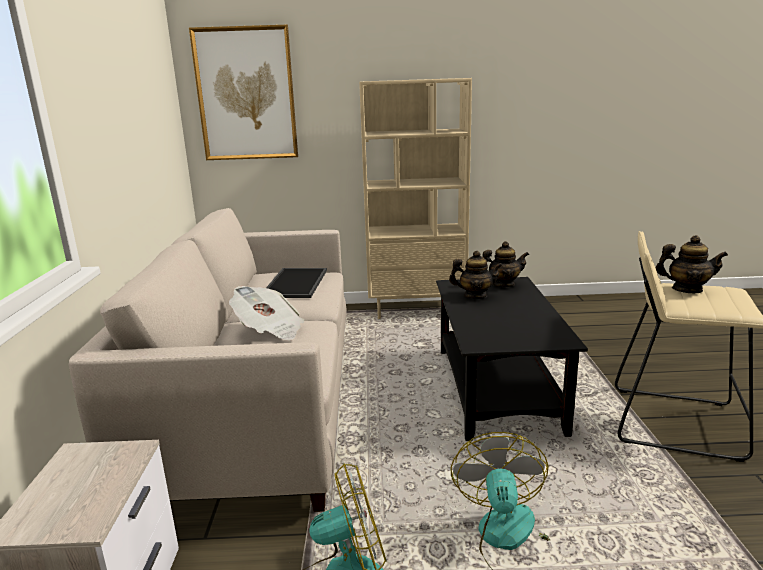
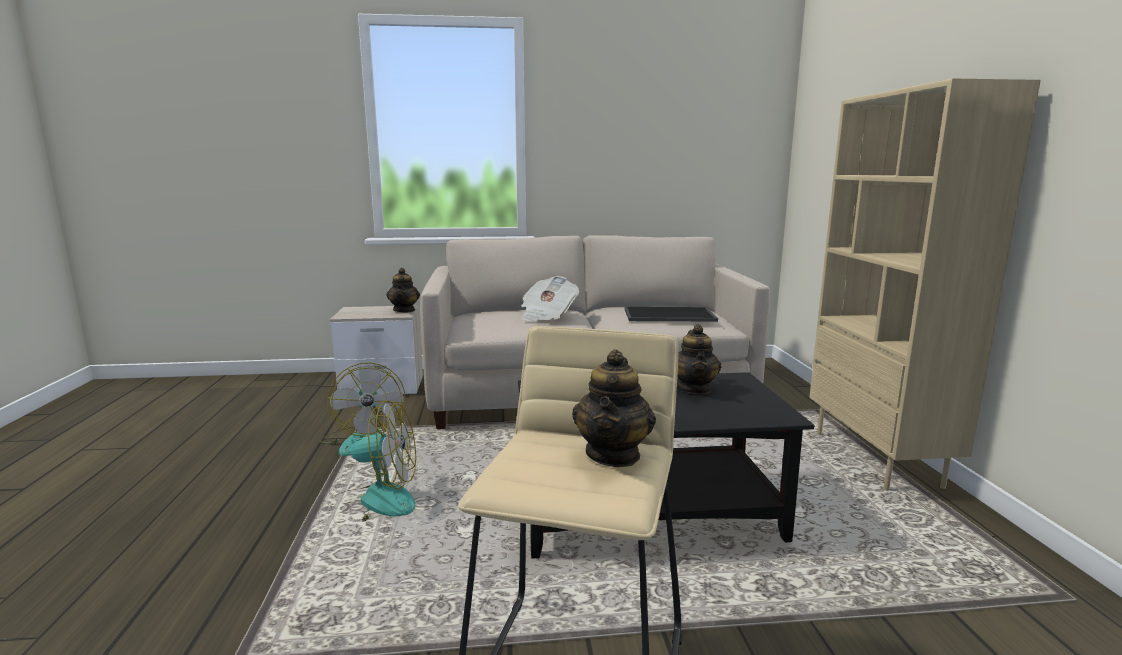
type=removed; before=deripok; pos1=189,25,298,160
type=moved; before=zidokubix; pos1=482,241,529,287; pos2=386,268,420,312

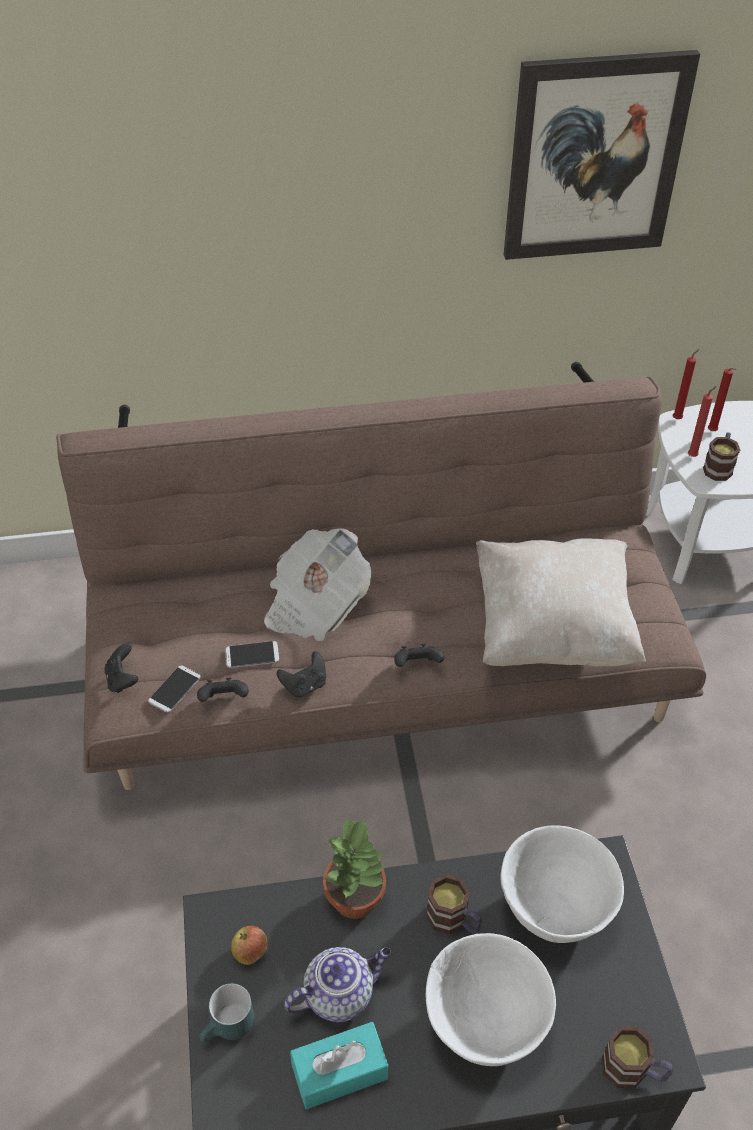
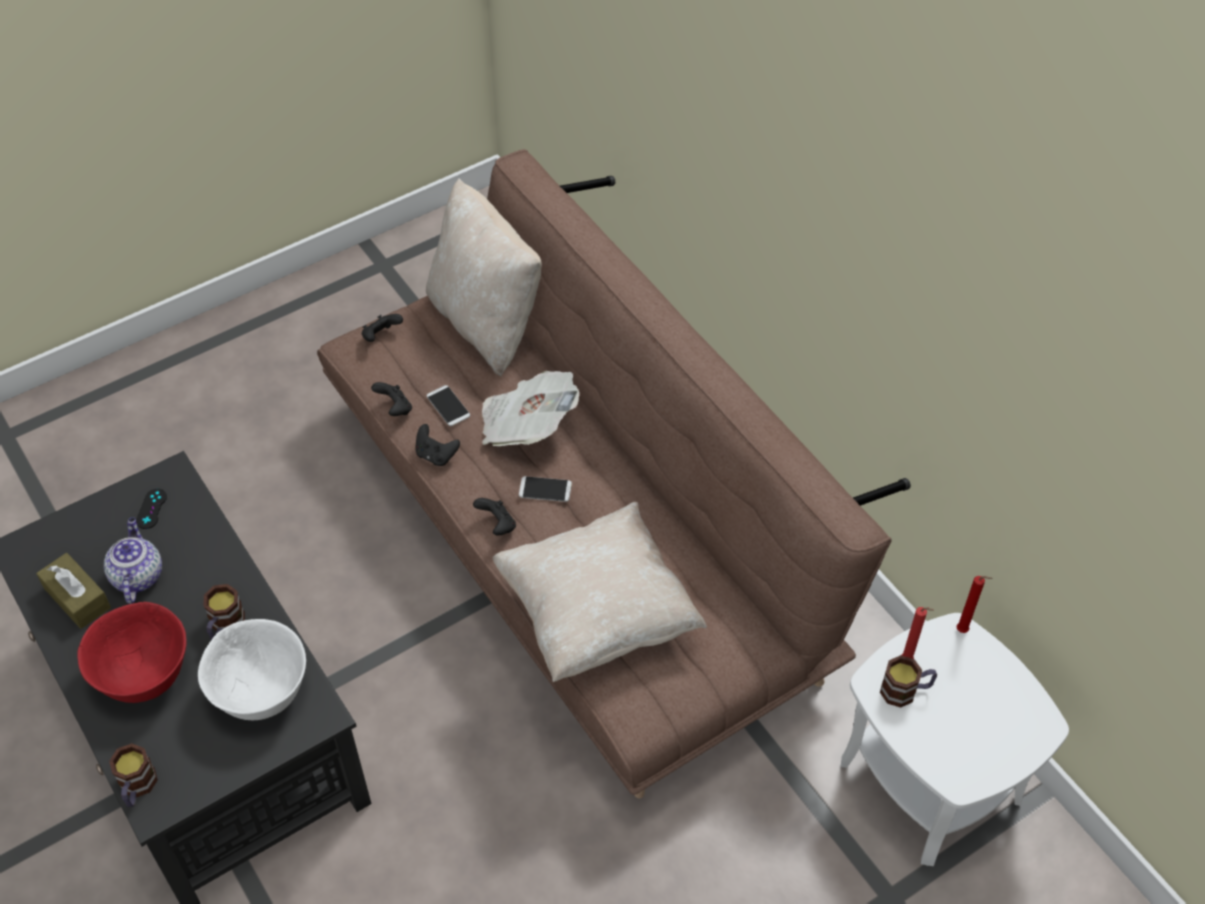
type=removed; before=deripok; pos1=504,50,700,260
type=removed; before=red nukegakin; pos1=708,368,737,431
type=moved; before=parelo; pos1=148,665,200,713; pos2=519,476,572,502
type=removed; before=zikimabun; pos1=323,816,387,919
type=replaced; before=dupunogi; after=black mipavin; pos1=231,926,268,965; pos2=136,489,167,529
type=recoloured; before=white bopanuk; after=red bopanuk; pos1=426,933,556,1066; pos2=77,602,187,703
type=turned; before=zidokubix; pos1=284,947,391,1022; pos2=104,517,162,604; turn=-135
type=removed; before=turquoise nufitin; pos1=199,983,254,1043
type=recoloured; before=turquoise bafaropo; after=brown bafaropo; pos1=290,1022,389,1109; pos2=36,553,111,629
type=added; after=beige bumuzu; pos2=426,178,542,376

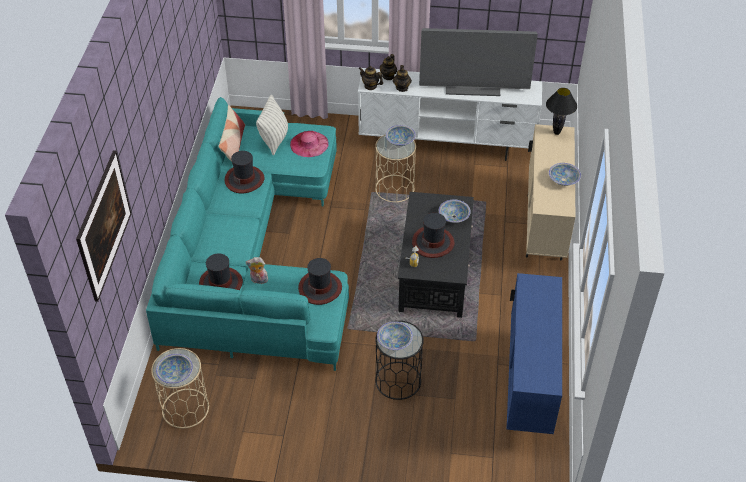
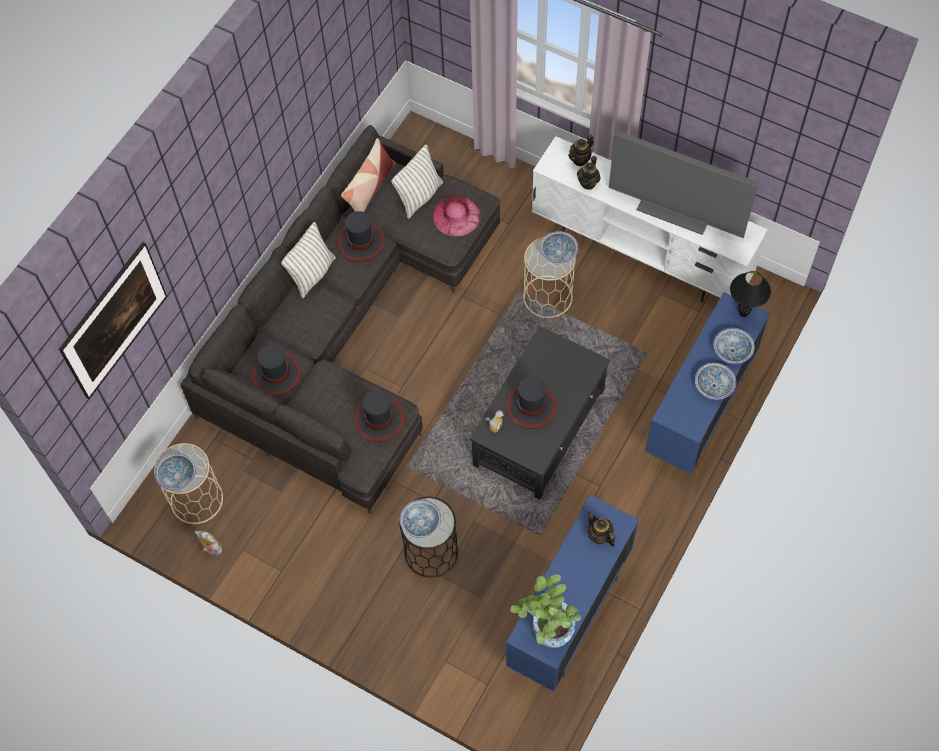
type=moved; before=zidokubix; pos1=359,66,383,90; pos2=588,511,615,547
type=recoloured; before=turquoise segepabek; after=grey segepabek; pos1=146,97,349,371; pos2=180,125,500,514
type=recoloured; before=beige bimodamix; after=blue bimodamix; pos1=526,124,575,260; pos2=645,292,770,474
type=moved; before=bopanuk; pos1=439,199,471,223; pos2=713,328,754,364
type=moved; before=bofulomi; pos1=246,257,268,284; pos2=194,530,222,556
type=added; after=bumuzu; pos2=281,222,336,298
type=added; after=zikimabun; pos2=510,574,581,648

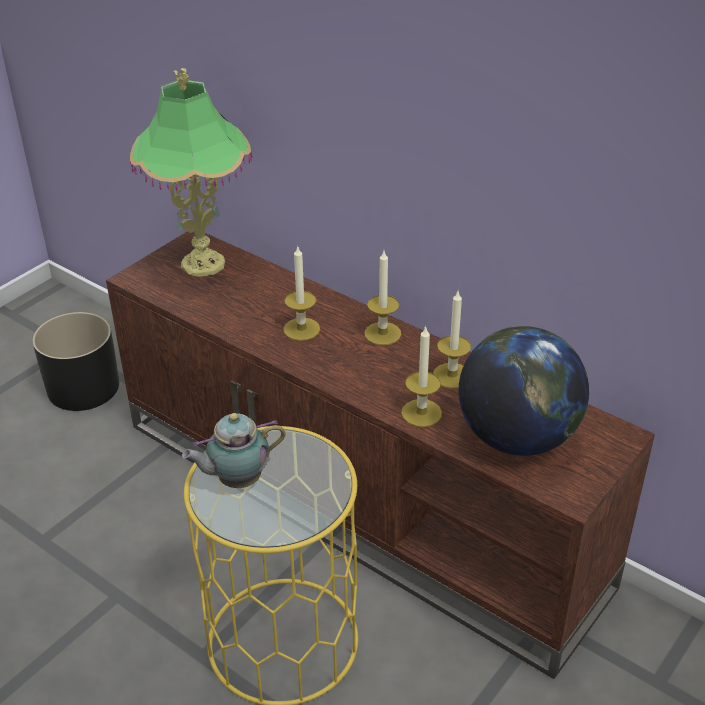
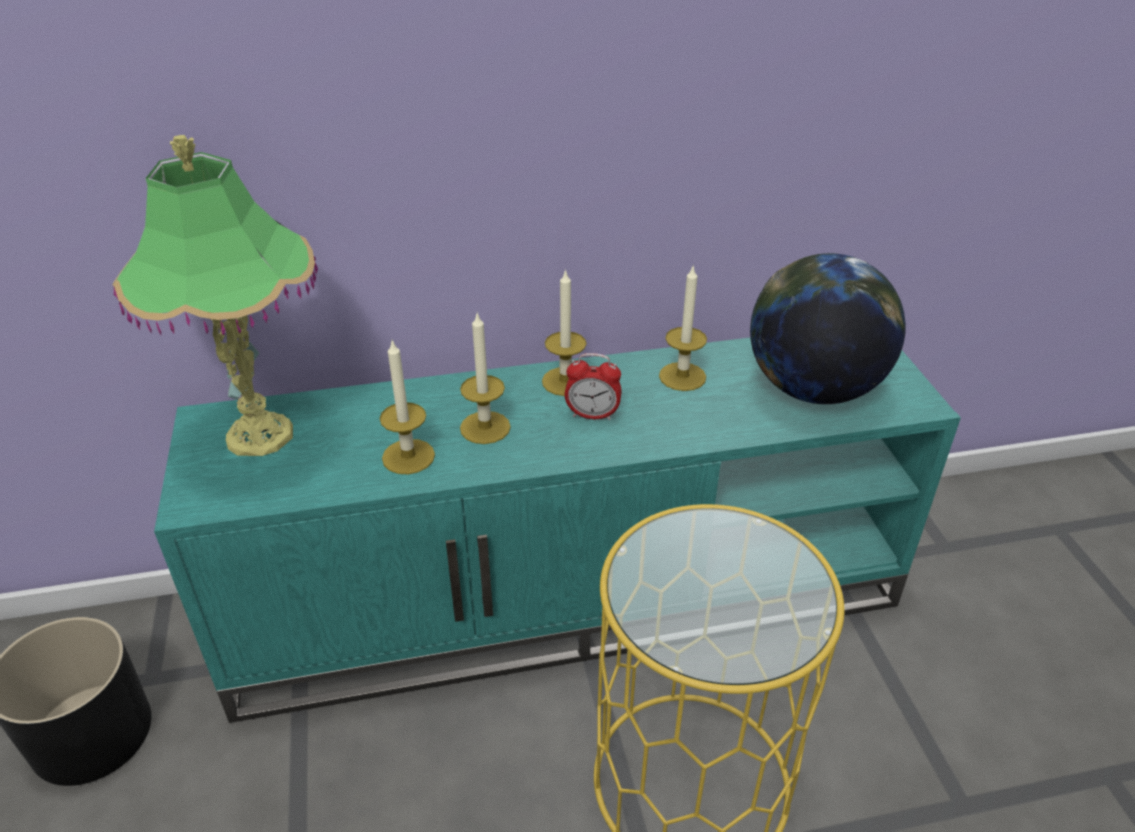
type=recoloured; before=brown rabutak; after=turquoise rabutak; pos1=106,231,655,679; pos2=154,338,961,723
type=moved; before=nukegakin; pos1=401,326,442,427; pos2=380,339,435,474
type=removed; before=zidokubix; pos1=182,413,286,488
type=added; after=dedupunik; pos2=565,353,622,420

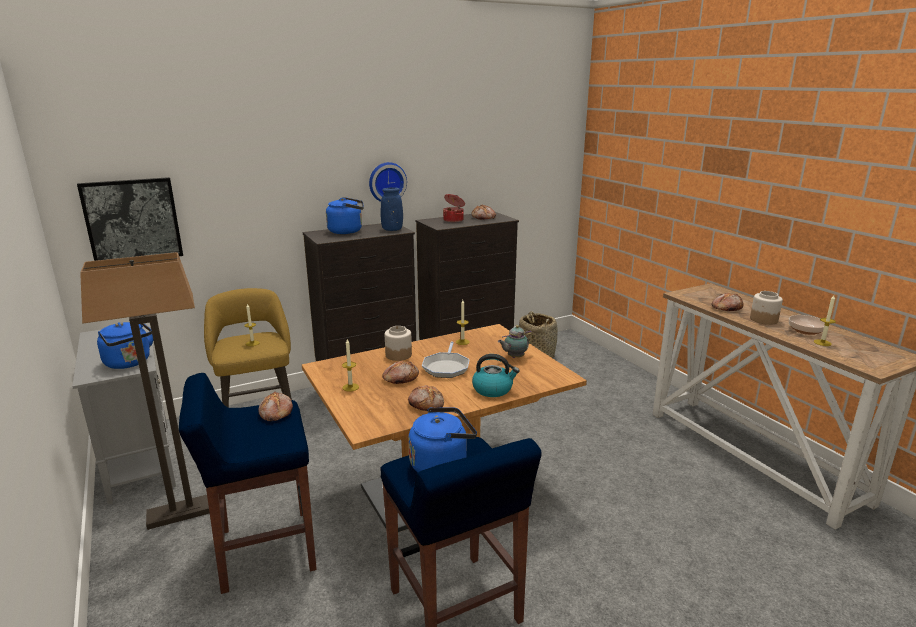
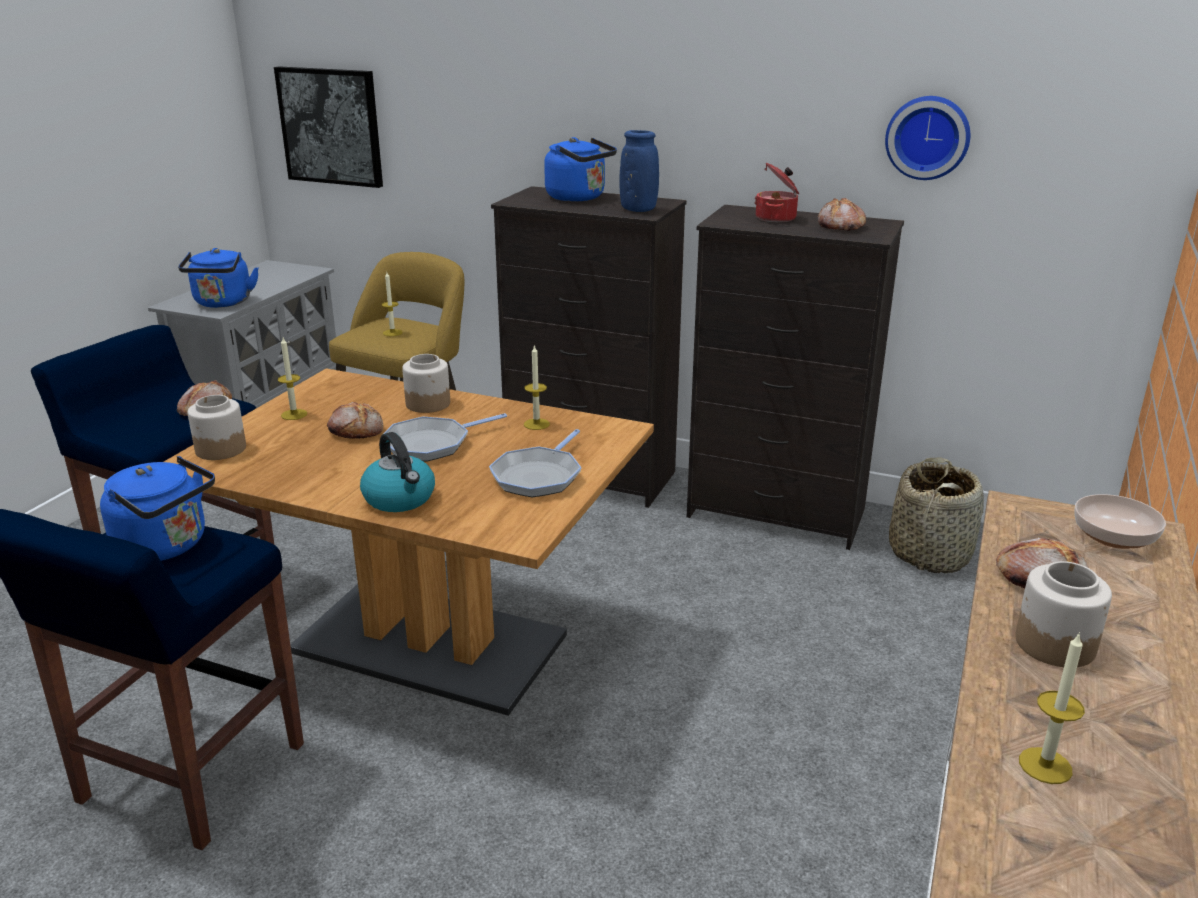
type=moved; before=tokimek; pos1=369,162,407,202; pos2=885,96,970,180
type=removed; before=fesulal; pos1=80,252,210,530
type=moved; before=bopanuk; pos1=789,315,825,335; pos2=1074,494,1166,549
type=replaced; before=zidokubix; after=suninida; pos1=498,325,534,358; pos2=489,429,581,497
type=removed; before=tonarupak; pos1=408,385,444,411
type=added; after=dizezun; pos2=187,395,246,460

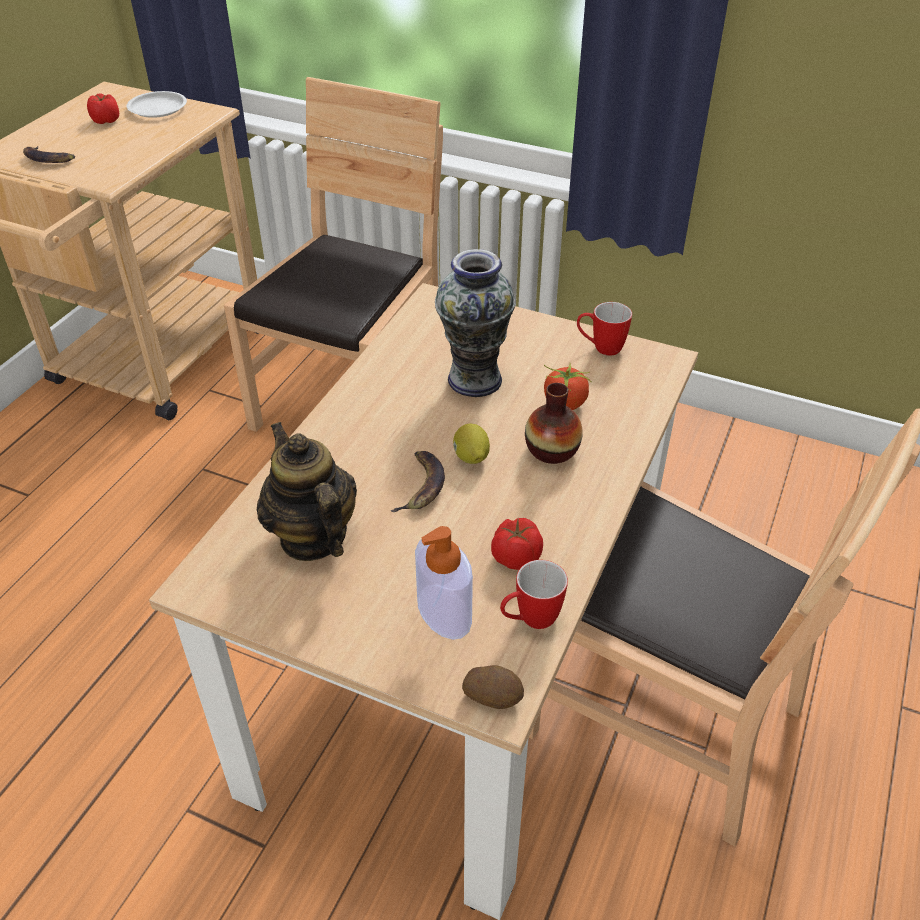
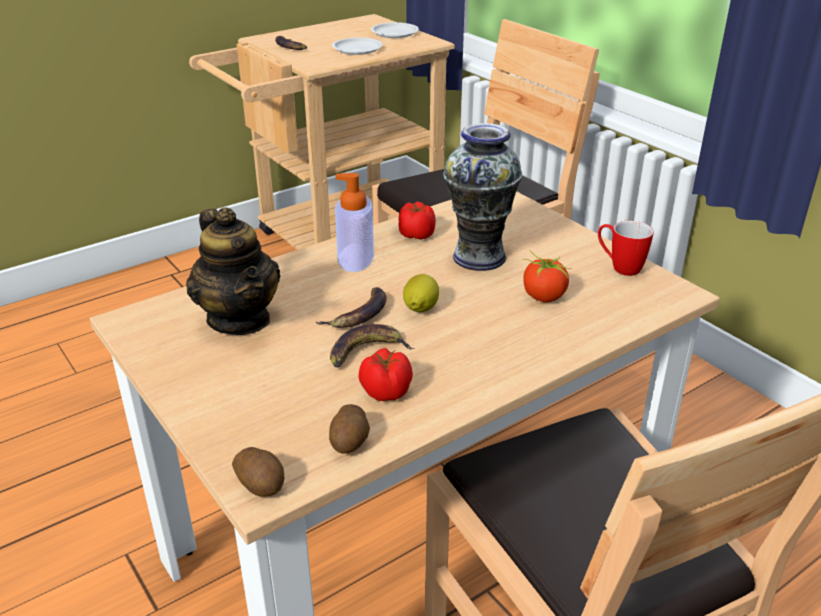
type=moved; before=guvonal; pos1=87,94,119,124; pos2=398,202,436,240
type=removed; before=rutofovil; pos1=525,383,583,464
type=turned; before=zidokubix; pos1=257,422,357,561; pos2=186,207,280,335; turn=150
type=moved; before=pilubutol; pos1=415,526,473,640; pos2=335,173,374,272
type=replaced; before=nufitin; after=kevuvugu; pos1=500,560,568,629; pos2=329,404,370,454
type=added; after=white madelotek; pos2=332,38,383,55
type=added; after=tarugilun; pos2=330,324,414,367

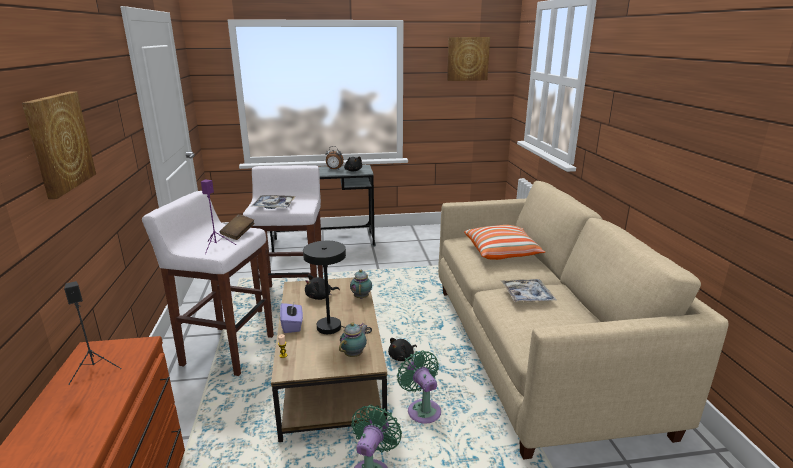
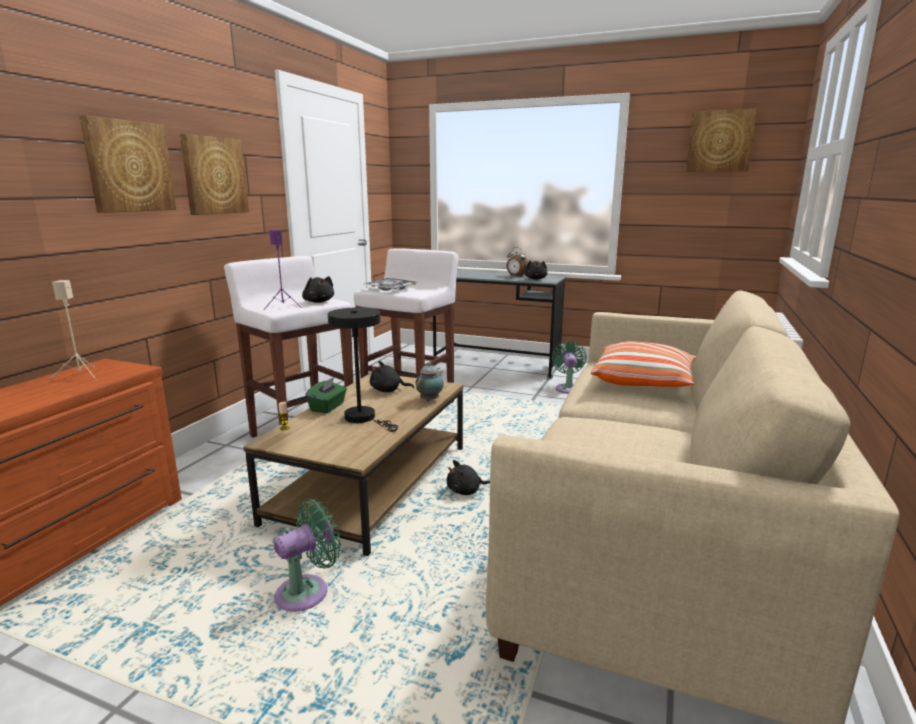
type=replaced; before=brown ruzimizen; after=black bofulomi; pos1=220,214,255,240; pos2=302,276,334,303
type=removed; before=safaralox; pos1=501,279,557,302
type=recoloured; before=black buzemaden; after=beige buzemaden; pos1=64,281,122,385; pos2=49,280,97,381
type=recoloured; before=purple bafaropo; after=green bafaropo; pos1=280,303,303,333; pos2=306,377,347,413
type=removed; before=zidokubix; pos1=339,322,368,357
type=moved; before=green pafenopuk; pos1=397,351,441,424; pos2=552,341,587,394
type=added; after=deripok; pos2=180,134,249,215

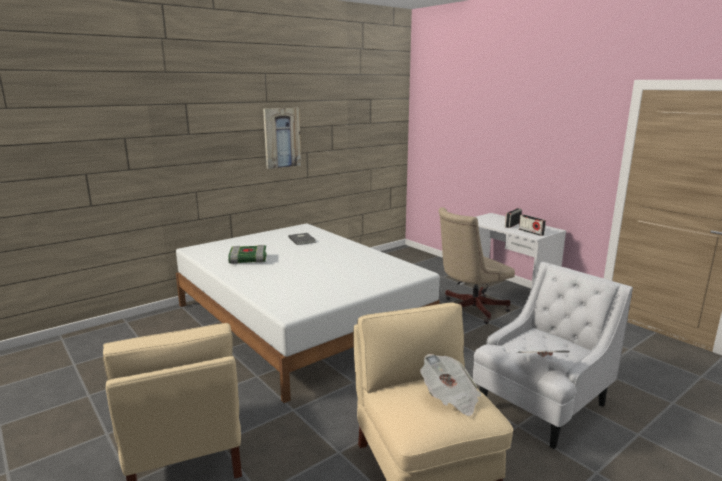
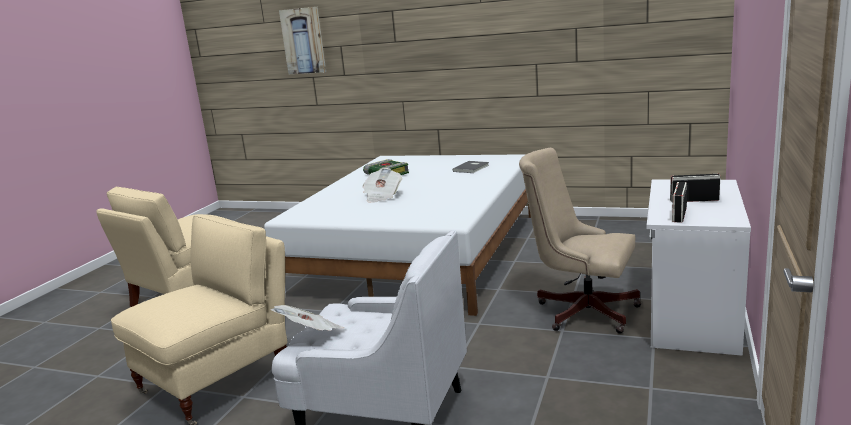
type=moved; before=deripok; pos1=263,108,301,169; pos2=279,7,326,75
type=moved; before=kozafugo; pos1=420,354,481,416; pos2=363,168,402,203

